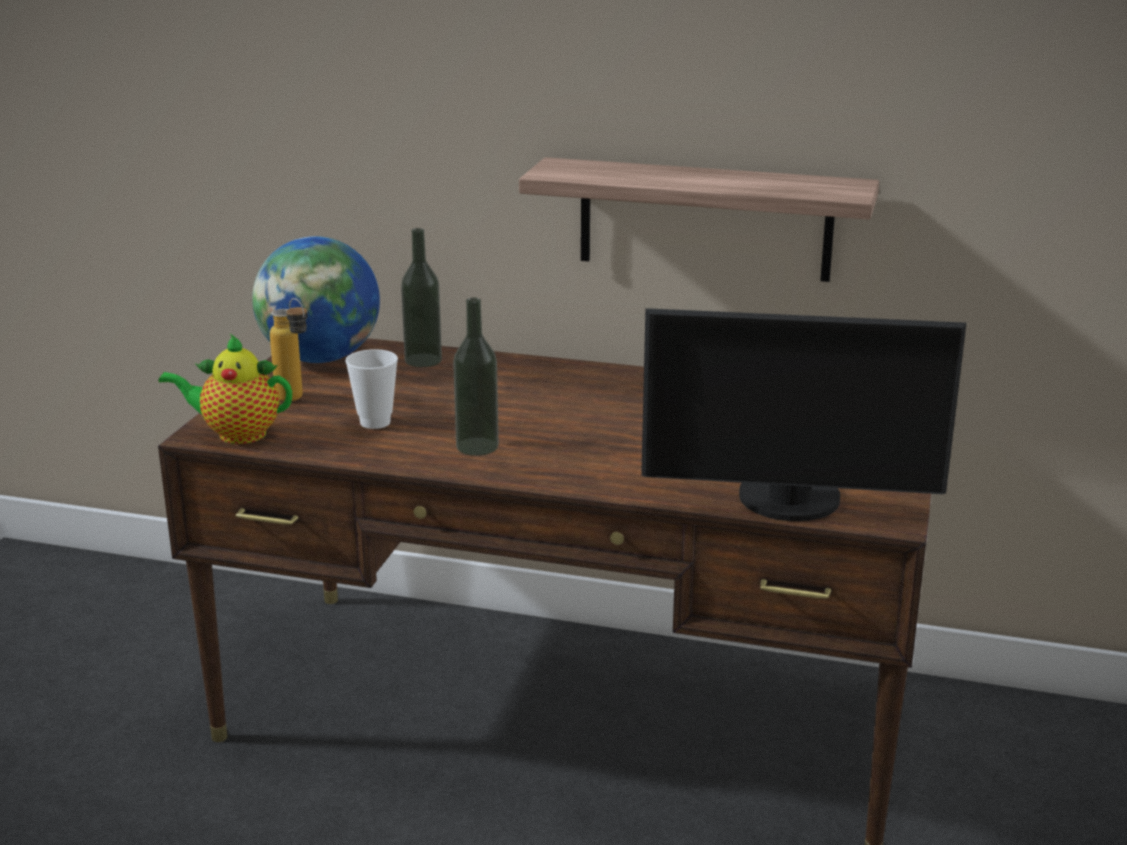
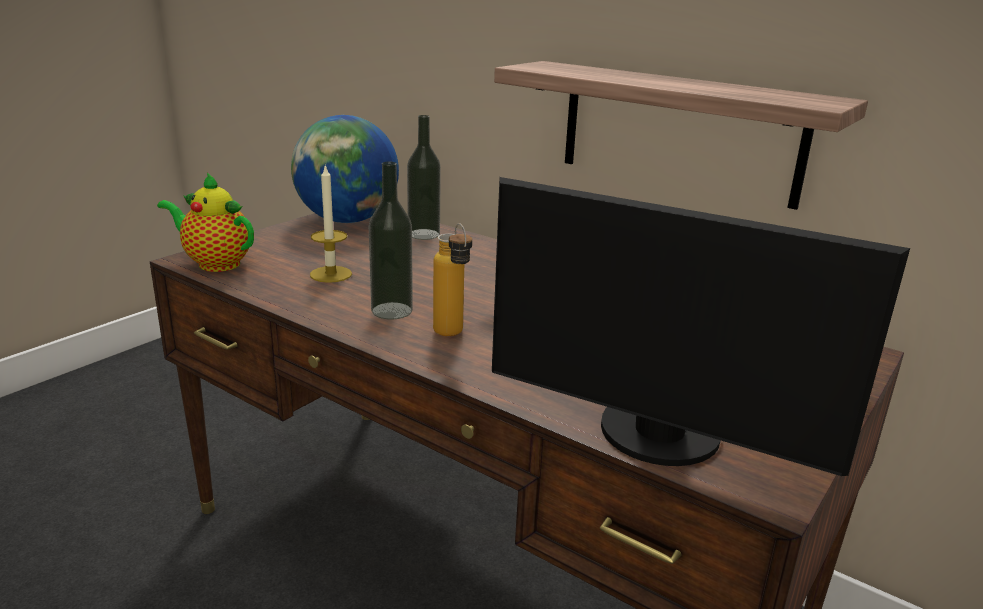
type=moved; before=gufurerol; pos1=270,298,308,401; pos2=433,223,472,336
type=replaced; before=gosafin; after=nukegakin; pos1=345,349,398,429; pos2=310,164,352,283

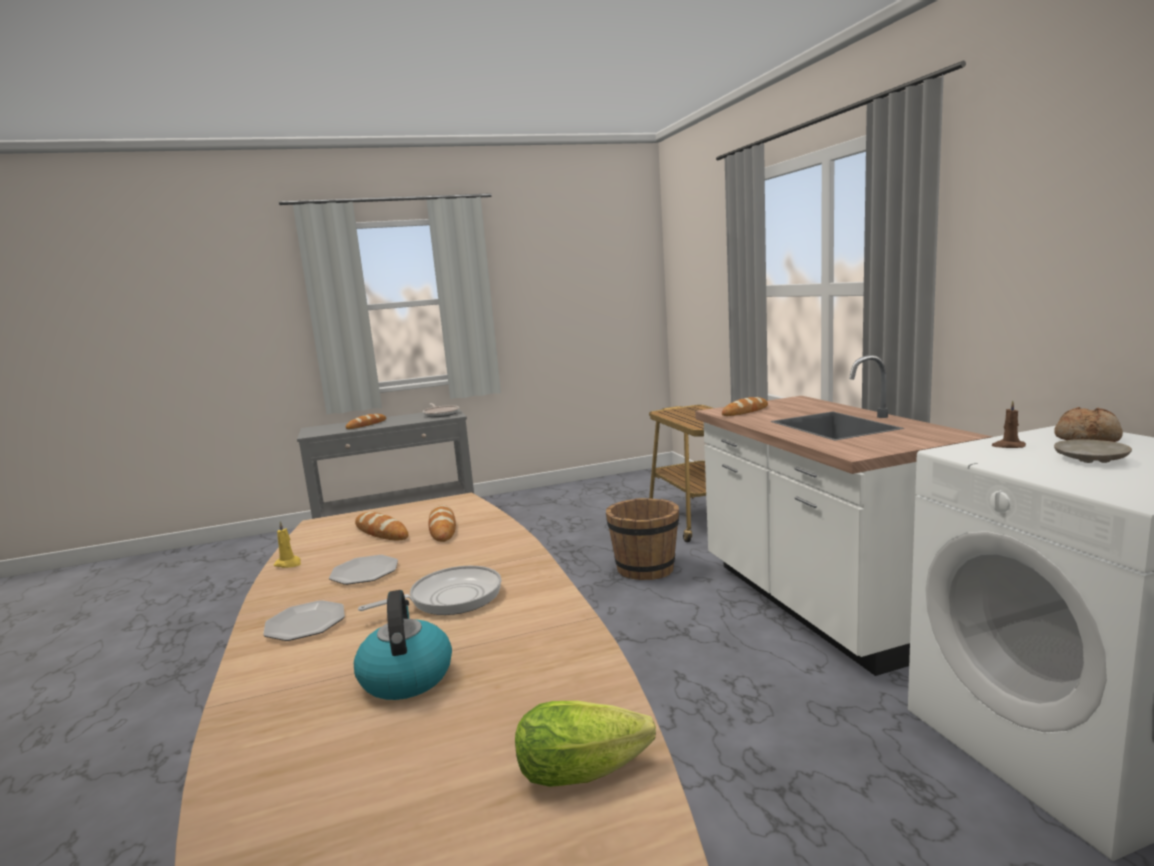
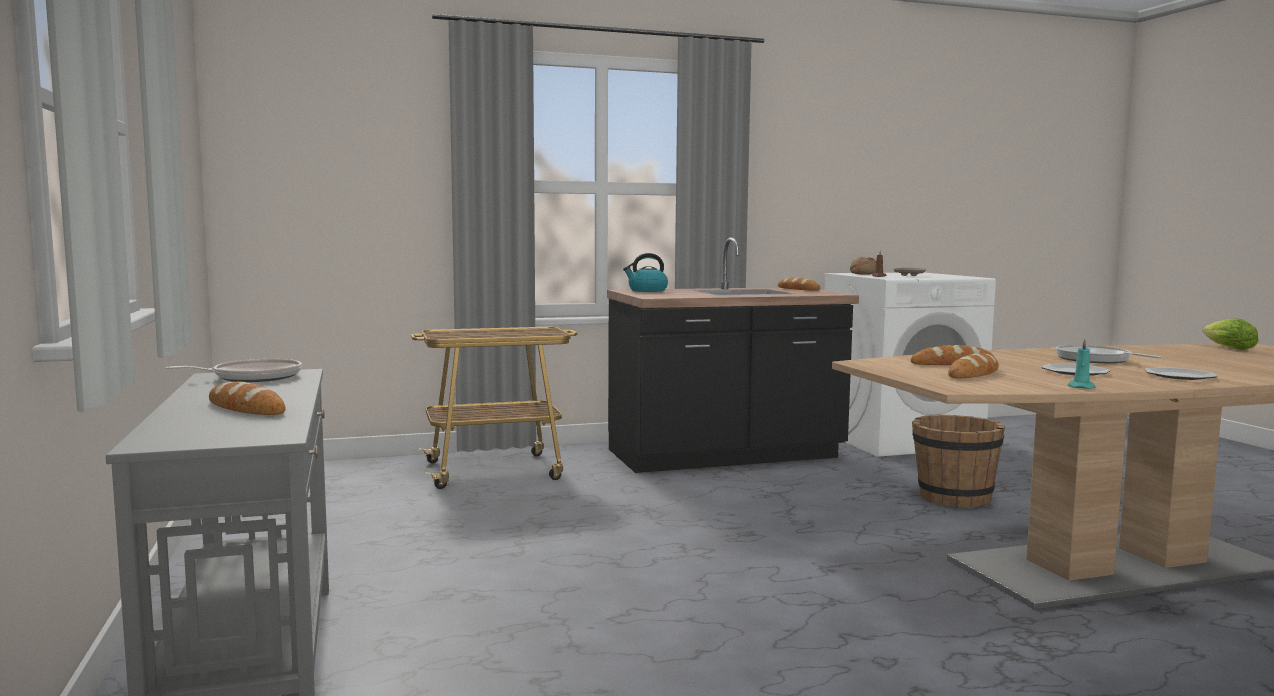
type=recoloured; before=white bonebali; after=black bonebali; pos1=695,355,992,676; pos2=607,238,859,473
type=moved; before=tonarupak; pos1=722,397,768,416; pos2=778,277,820,291
type=moved; before=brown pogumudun; pos1=606,498,679,580; pos2=912,414,1005,507
type=recoloured; before=yellow nukegakin; after=turquoise nukegakin; pos1=274,521,301,568; pos2=1068,339,1095,389
type=moved; before=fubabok; pos1=354,590,452,700; pos2=623,253,668,292

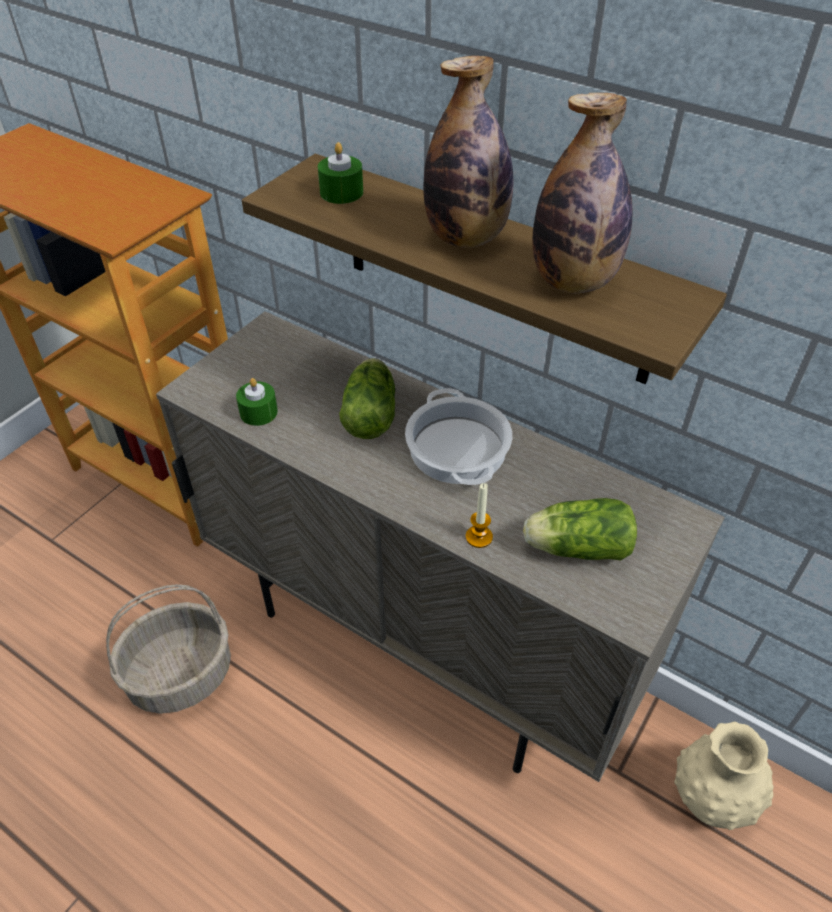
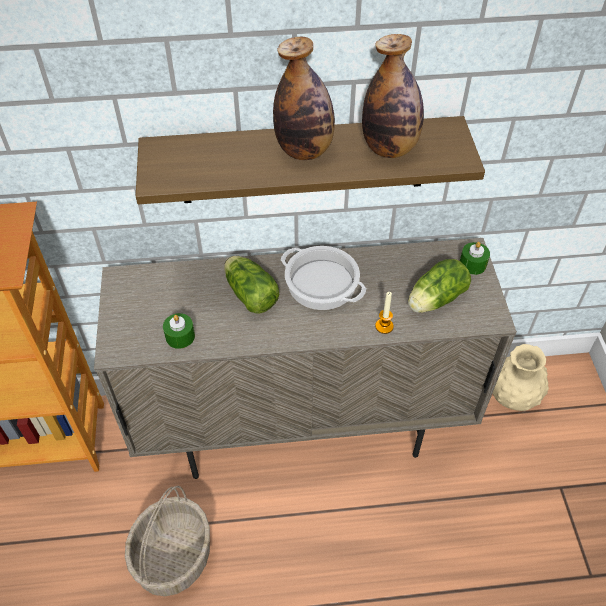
type=moved; before=green nukegakin; pos1=318,142,363,204; pos2=460,242,490,275

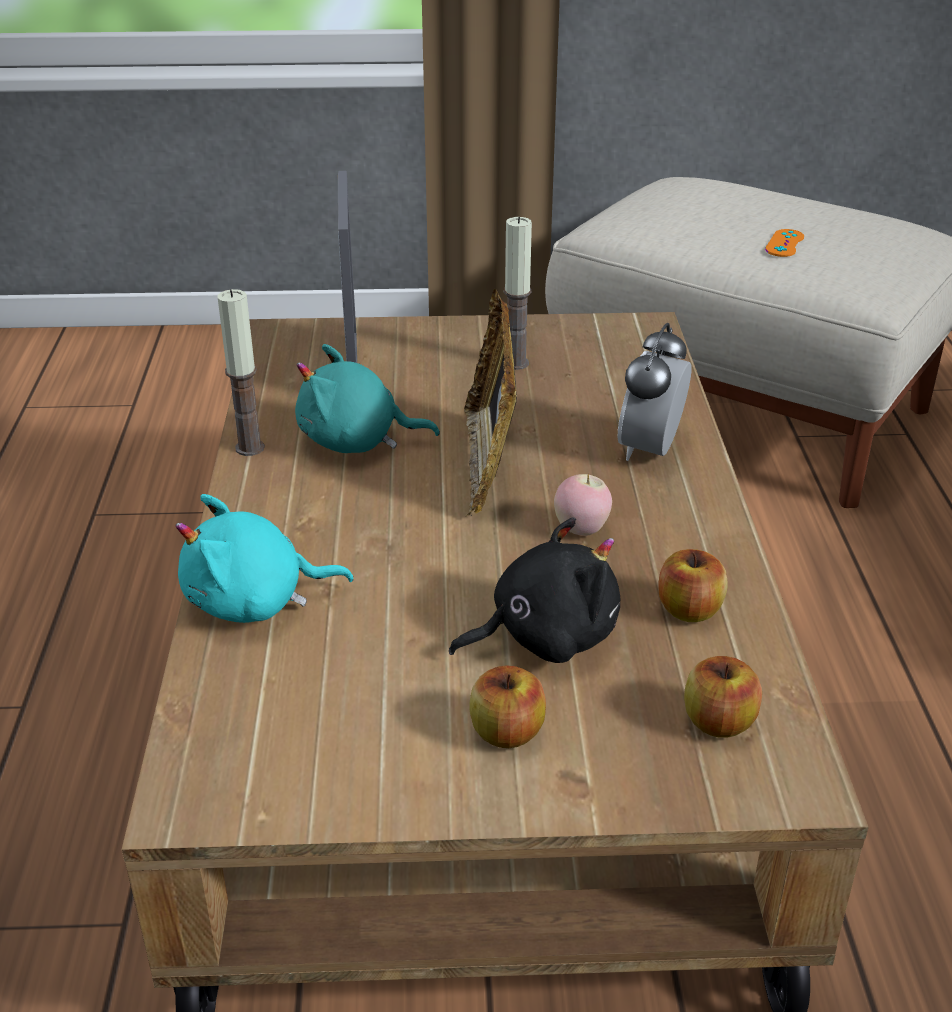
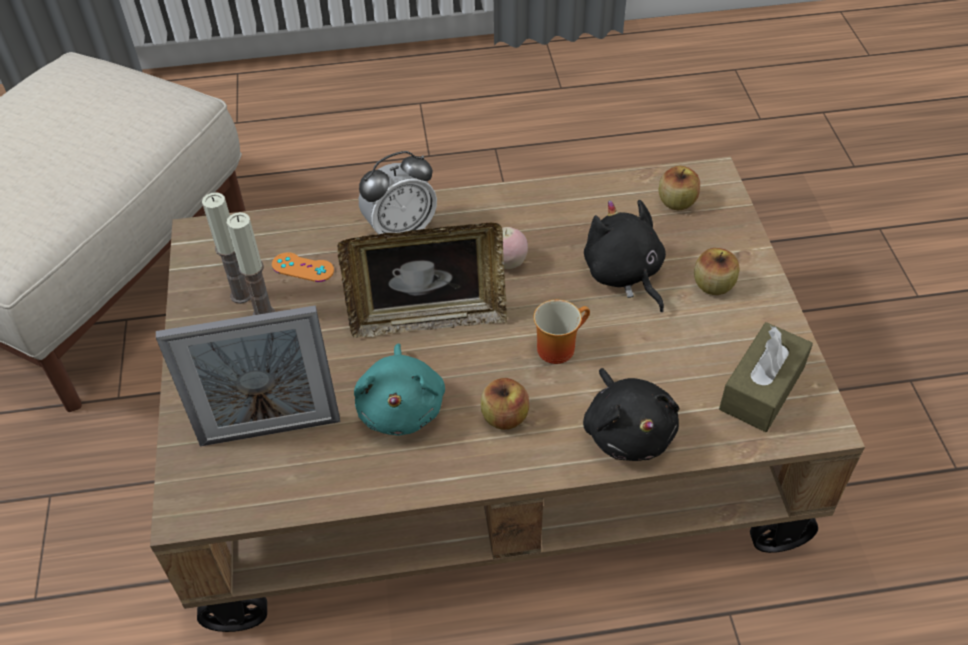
type=moved; before=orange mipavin; pos1=765,229,804,257; pos2=272,252,334,282
type=moved; before=nukegakin; pos1=217,289,265,456; pos2=202,193,250,304
type=turned; before=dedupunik; pos1=618,323,692,461; pos2=359,151,437,234; turn=-45
type=recoloured; before=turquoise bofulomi; after=black bofulomi; pos1=175,494,354,623; pos2=583,368,680,461
type=moved; before=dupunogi; pos1=658,549,728,622; pos2=481,378,529,430
type=added; after=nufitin; pos2=533,300,590,364
type=added; after=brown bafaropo; pos2=719,322,813,432

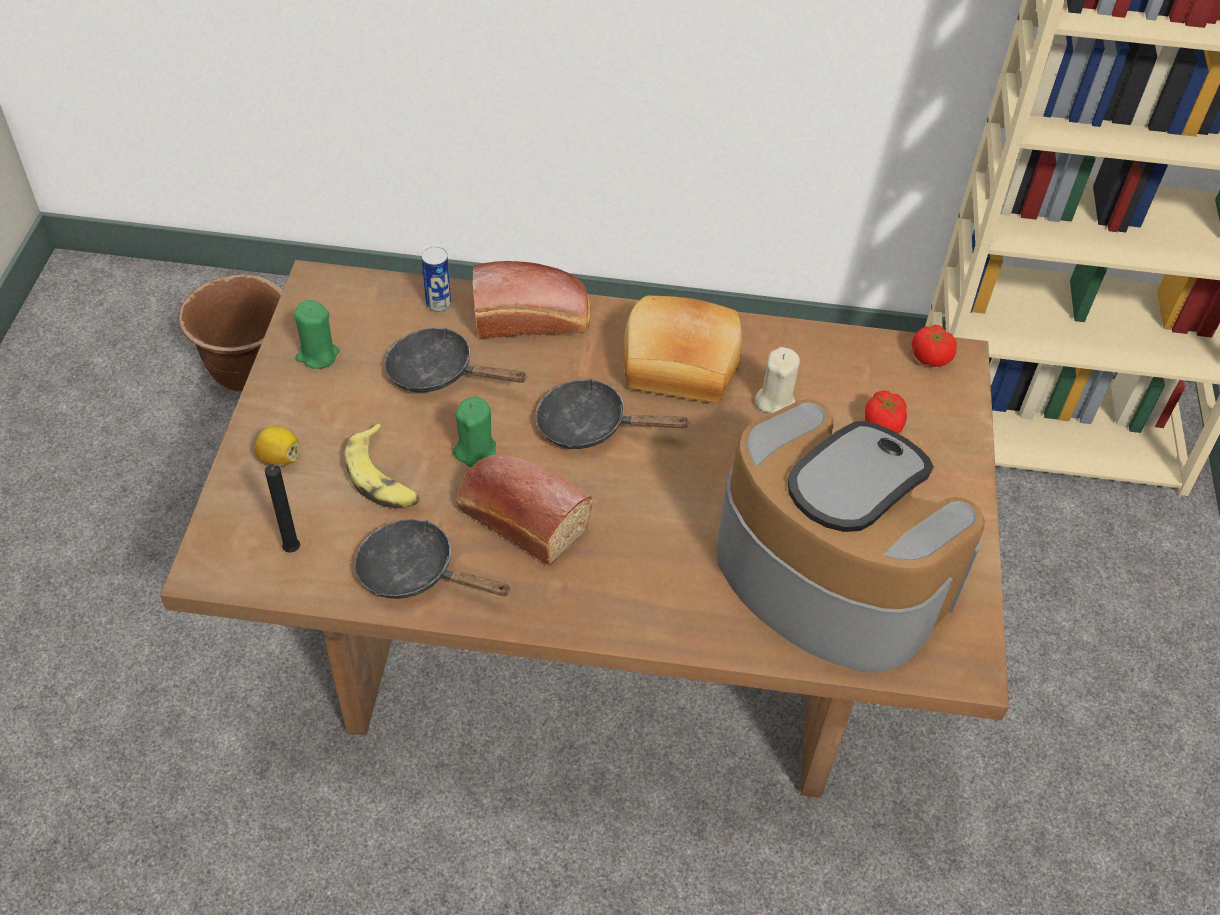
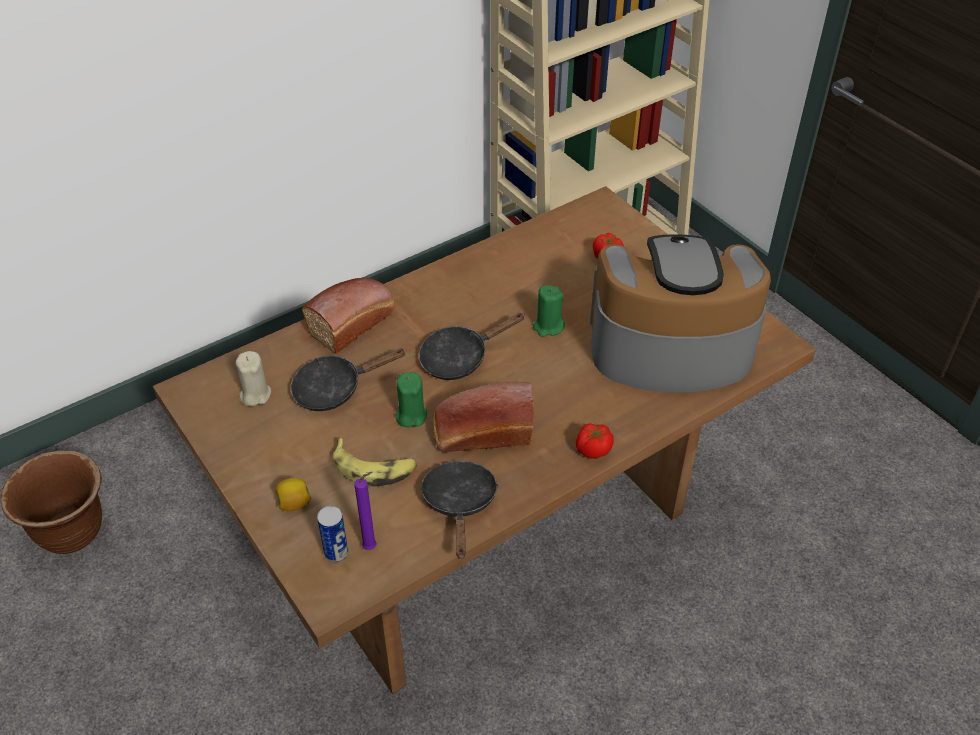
type=moved; before=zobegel; pos1=421,246,451,312; pos2=317,506,348,562
type=removed; before=tonarupak; pos1=623,295,742,403
type=moved; before=green nukegakin; pos1=294,300,339,369; pos2=533,285,565,337
type=moved; before=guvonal; pos1=912,325,957,367; pos2=576,423,614,459
type=moved; before=beige nukegakin; pos1=755,347,800,414; pos2=236,351,271,406
type=recoloured; before=black nukegakin; after=purple nukegakin; pos1=265,463,300,553; pos2=354,472,377,550
type=turned; before=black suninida; pos1=354,519,511,599; pos2=420,461,498,559; turn=105

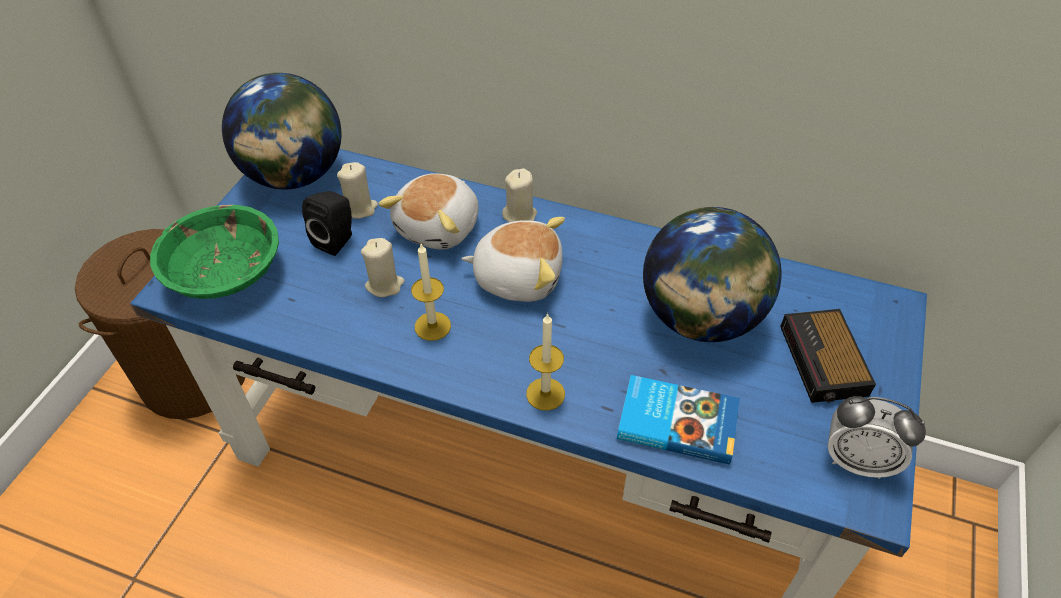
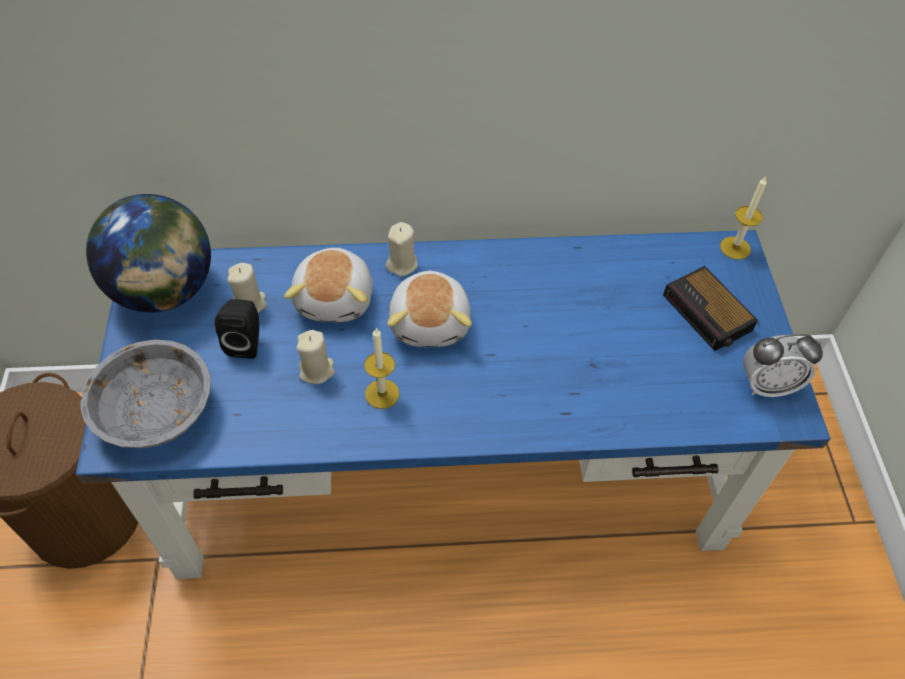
type=recoloured; before=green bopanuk; after=grey bopanuk; pos1=150,205,279,299; pos2=80,340,211,449
type=removed; before=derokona; pos1=643,207,782,342
type=turned; before=bofulomi; pos1=462,217,565,302; pos2=387,270,472,347; turn=105
type=moved; before=nukegakin; pos1=526,313,565,411; pos2=720,177,767,260
type=removed; before=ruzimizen; pos1=617,375,740,465

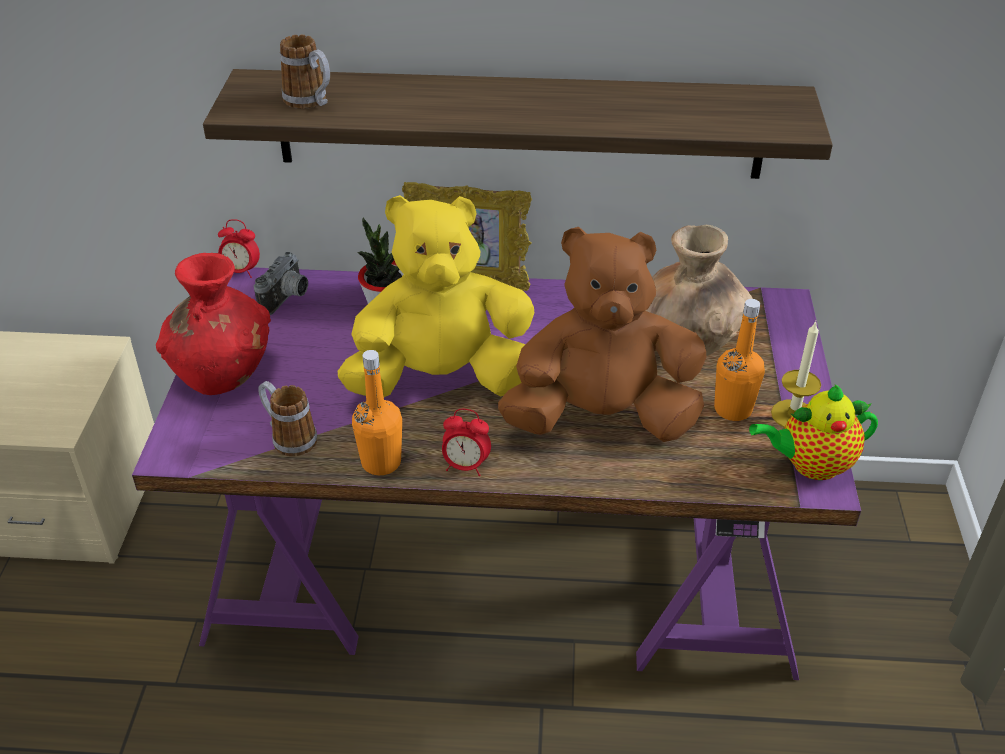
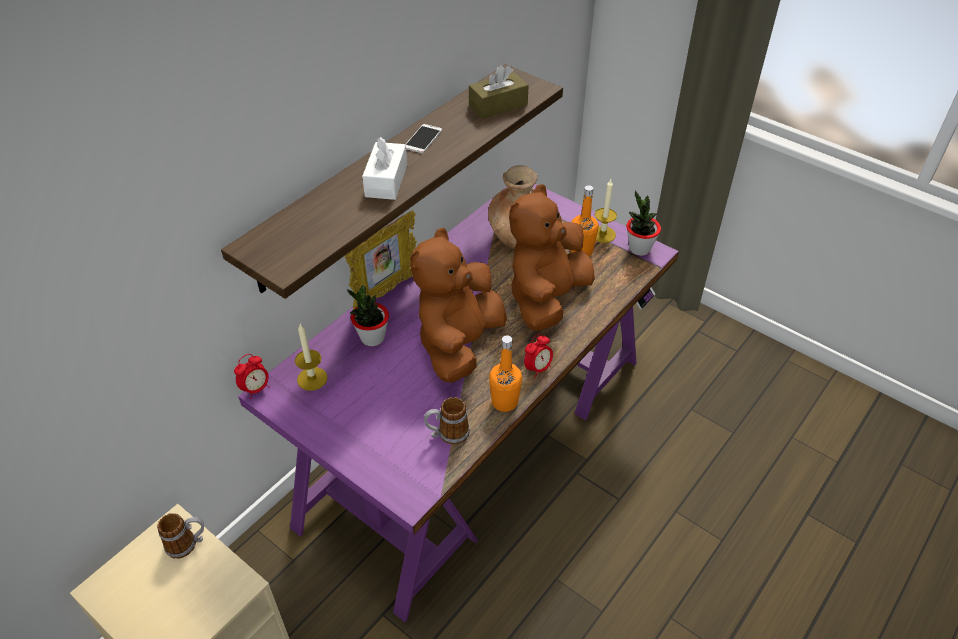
type=moved; before=nufitin; pos1=280,35,330,109; pos2=157,513,204,559
type=recoloured; before=yellow bofulomi; after=brown bofulomi; pos1=338,195,534,397; pos2=410,228,507,383
type=replaced; before=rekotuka; after=nukegakin; pos1=254,252,308,315; pos2=295,323,327,391
type=removed; before=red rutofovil; pos1=156,253,271,395
type=replaced; before=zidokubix; after=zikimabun; pos1=749,384,878,480; pos2=626,191,661,256
type=added; after=brown bafaropo; pos2=469,65,529,119
type=added; after=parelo; pos2=405,124,442,153
type=added; after=white bafaropo; pos2=362,137,407,200

